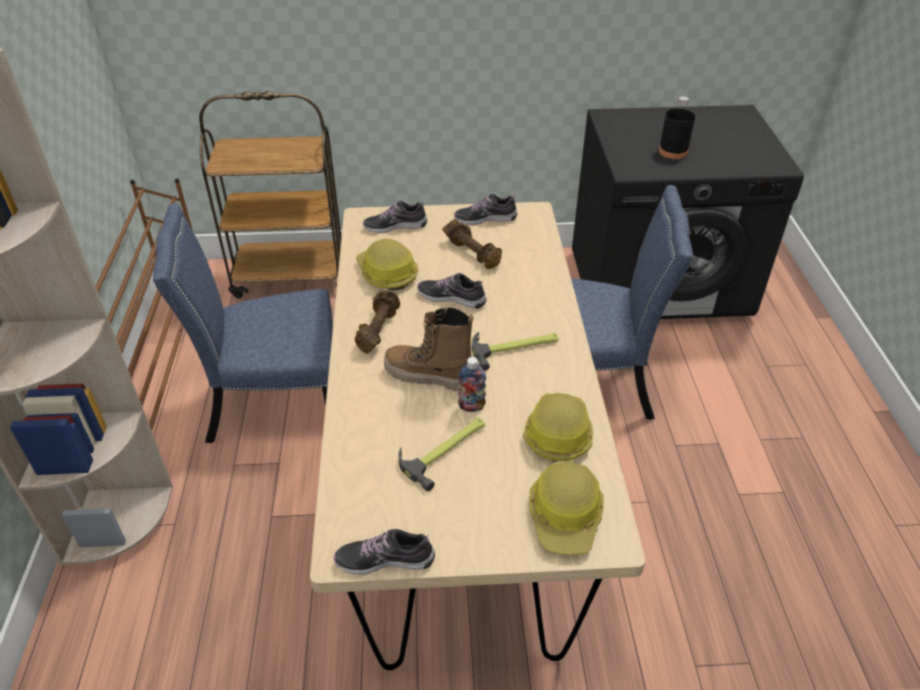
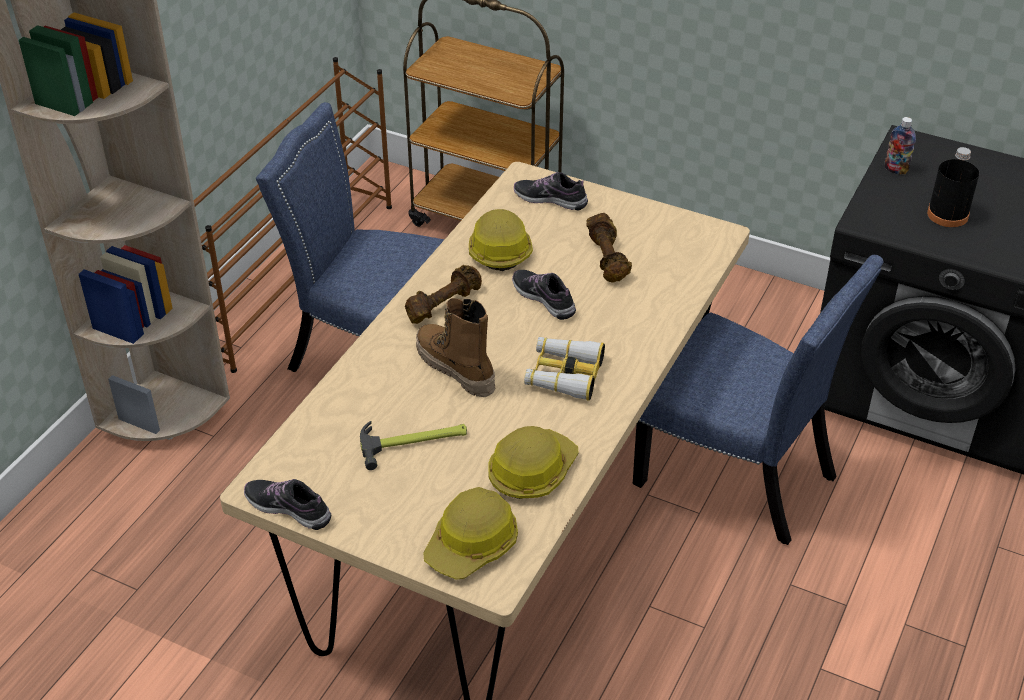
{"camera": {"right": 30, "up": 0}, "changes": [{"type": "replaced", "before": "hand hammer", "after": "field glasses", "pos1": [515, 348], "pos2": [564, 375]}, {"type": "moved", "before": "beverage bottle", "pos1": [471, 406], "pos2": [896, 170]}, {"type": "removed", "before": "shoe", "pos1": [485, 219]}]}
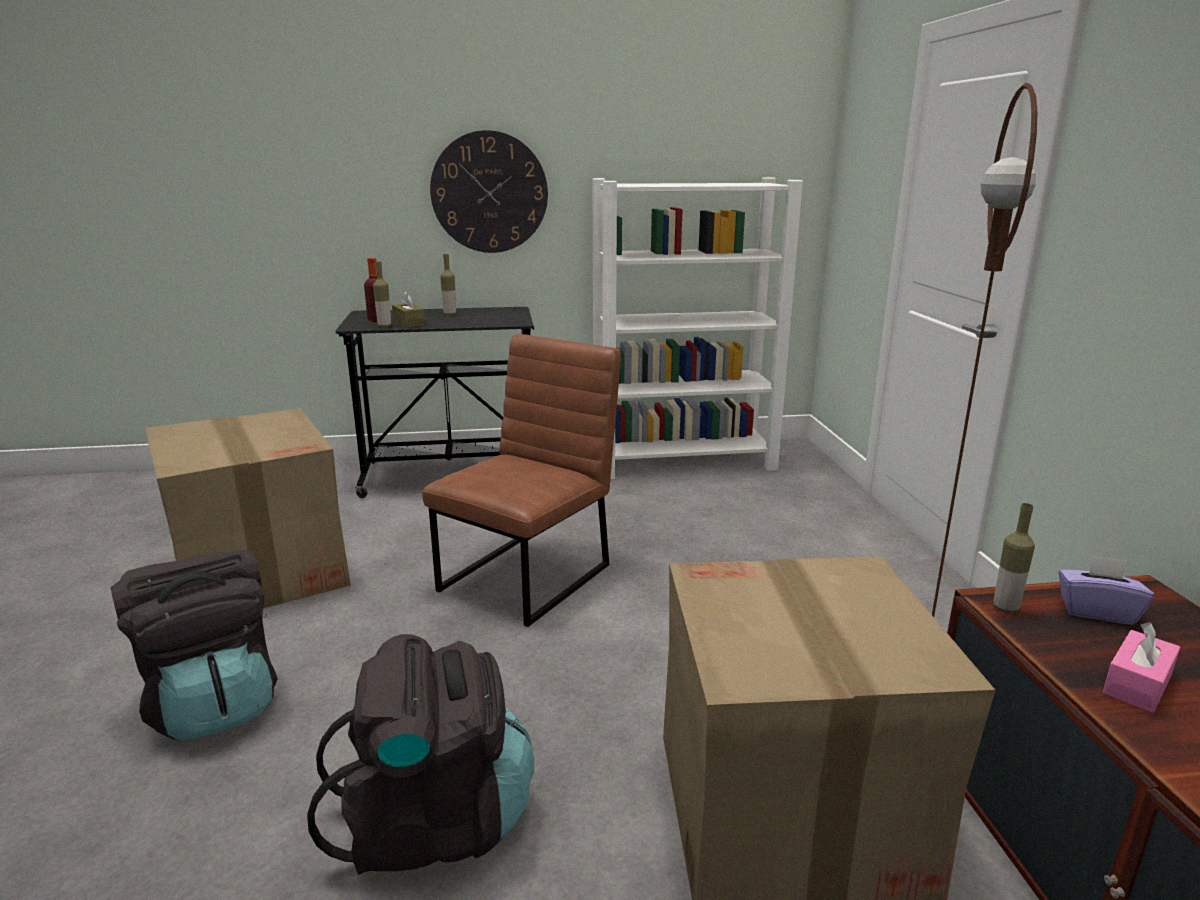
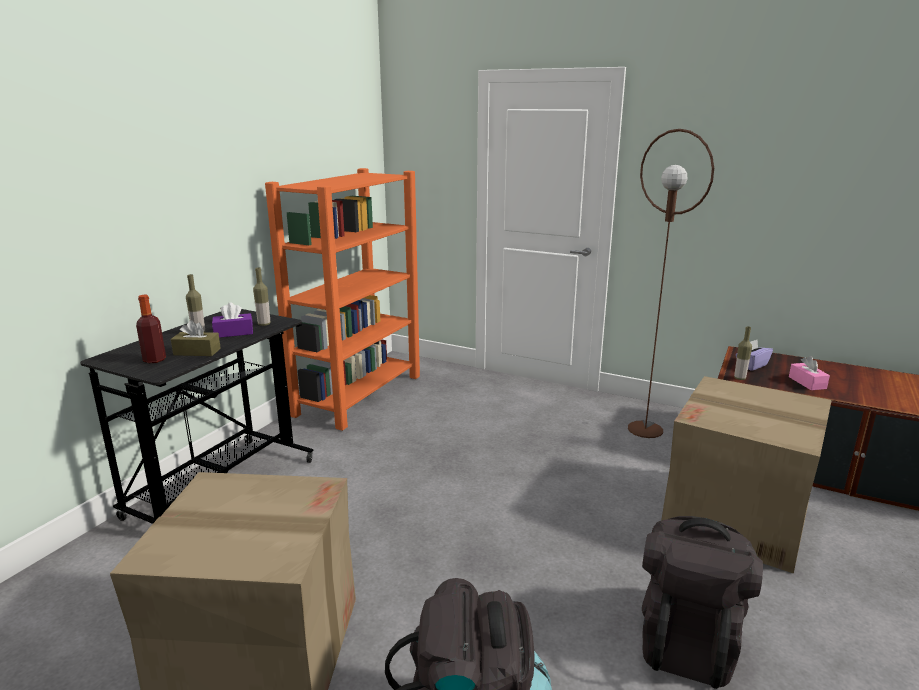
{"camera": {"right": -55, "up": 0}, "changes": [{"type": "added", "after": "purple tissue box", "pos2": [233, 333]}, {"type": "moved", "before": "beverage bottle", "pos1": [384, 326], "pos2": [264, 324]}, {"type": "recoloured", "before": "white bookcase", "after": "orange bookcase", "pos1": [683, 460], "pos2": [358, 395]}, {"type": "removed", "before": "brownish upright chair", "pos1": [529, 575]}, {"type": "removed", "before": "hanging clock", "pos1": [489, 192]}]}
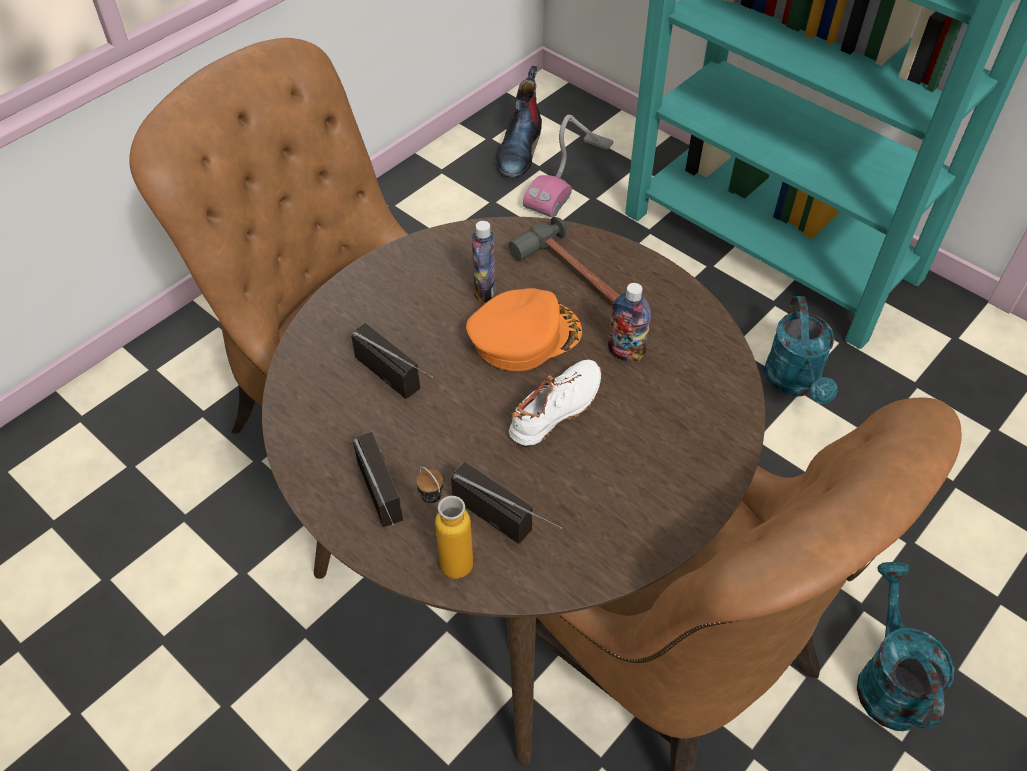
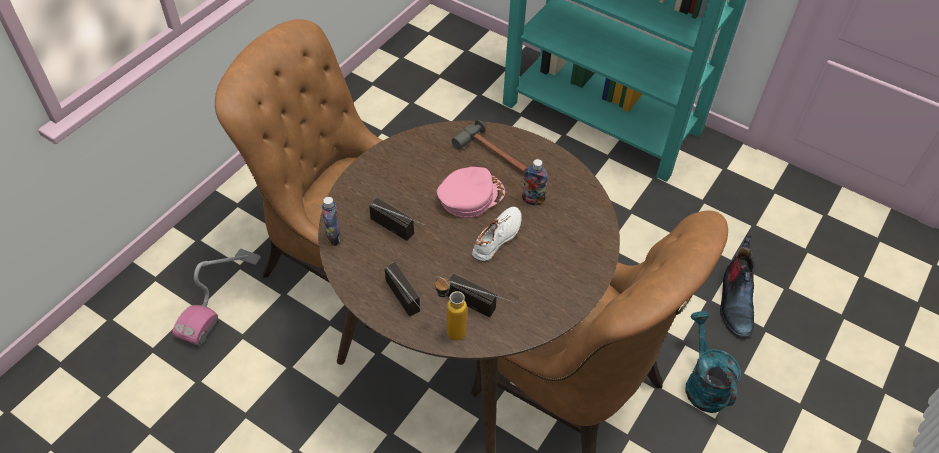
{"camera": {"right": -10, "up": 0}, "changes": [{"type": "moved", "before": "vacuum", "pos1": [570, 176], "pos2": [220, 297]}, {"type": "moved", "before": "beverage bottle", "pos1": [484, 290], "pos2": [334, 237]}, {"type": "recoloured", "before": "orange peaked cap", "after": "pinkish peaked cap", "pos1": [524, 335], "pos2": [470, 195]}, {"type": "moved", "before": "tall boot", "pos1": [519, 149], "pos2": [735, 302]}, {"type": "removed", "before": "turquoise-coloured watering pot", "pos1": [795, 383]}]}
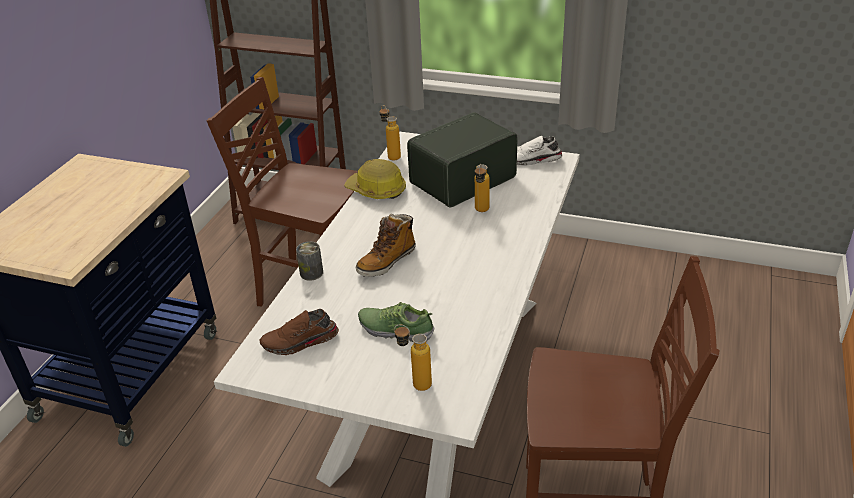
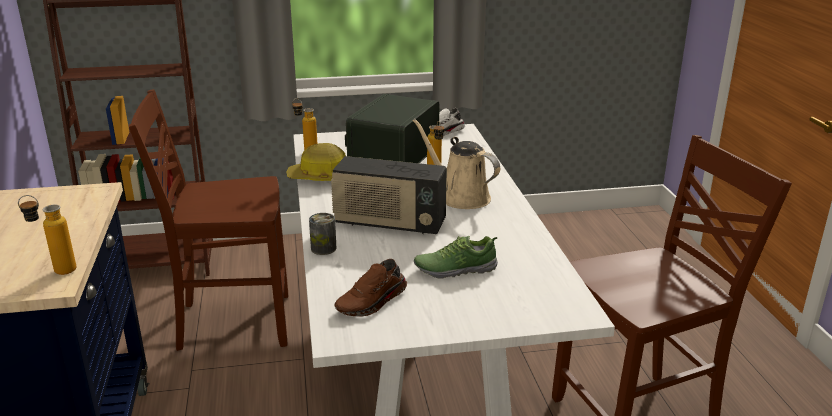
{"camera": {"right": -30, "up": -10}, "changes": [{"type": "moved", "before": "beverage bottle", "pos1": [414, 383], "pos2": [56, 271]}, {"type": "replaced", "before": "tall boot", "after": "radio set", "pos1": [387, 261], "pos2": [389, 224]}, {"type": "added", "after": "beige watering pot", "pos2": [460, 196]}]}
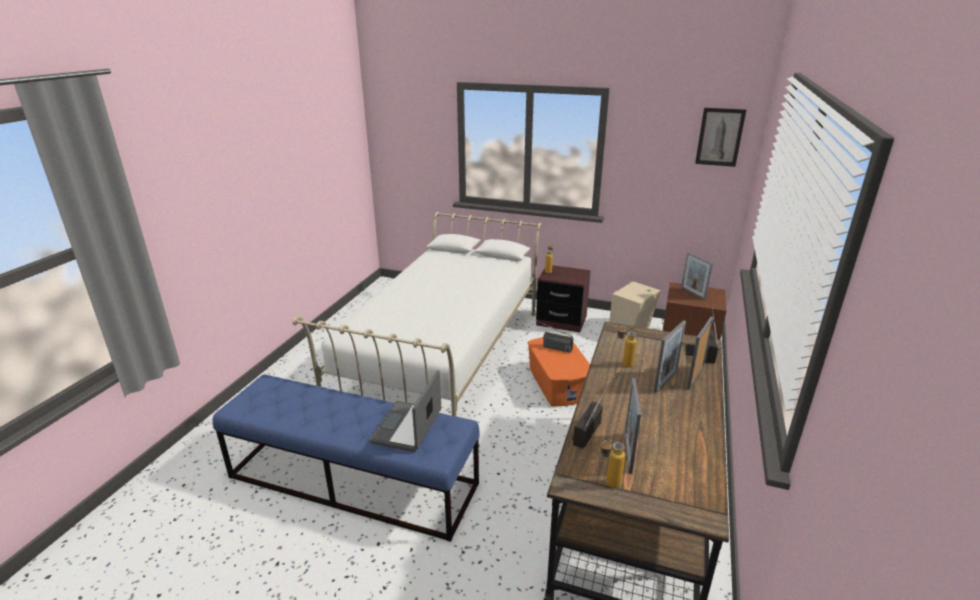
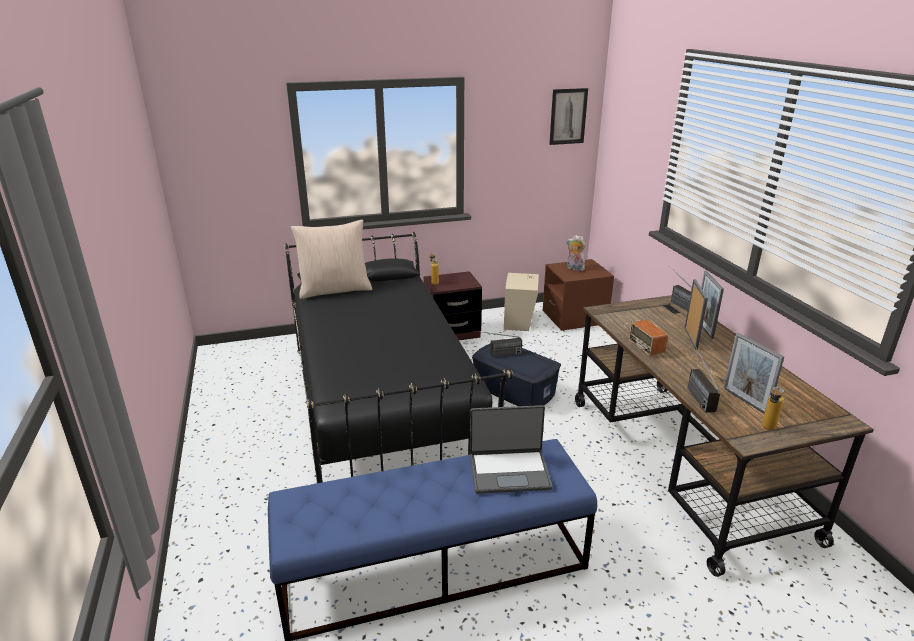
{"camera": {"right": -35, "up": 0}, "changes": [{"type": "recoloured", "before": "white sleeping bed", "after": "blackish sleeping bed", "pos1": [443, 360], "pos2": [382, 409]}, {"type": "added", "after": "beige throw pillow", "pos2": [335, 290]}, {"type": "turned", "before": "portable computer", "pos1": [408, 427], "pos2": [509, 471], "turn": -75}, {"type": "recoloured", "before": "orange storage box", "after": "blue storage box", "pos1": [558, 383], "pos2": [514, 390]}, {"type": "replaced", "before": "photo frame", "after": "plush toy", "pos1": [693, 293], "pos2": [574, 268]}, {"type": "replaced", "before": "beverage bottle", "after": "radio set", "pos1": [623, 364], "pos2": [645, 336]}]}
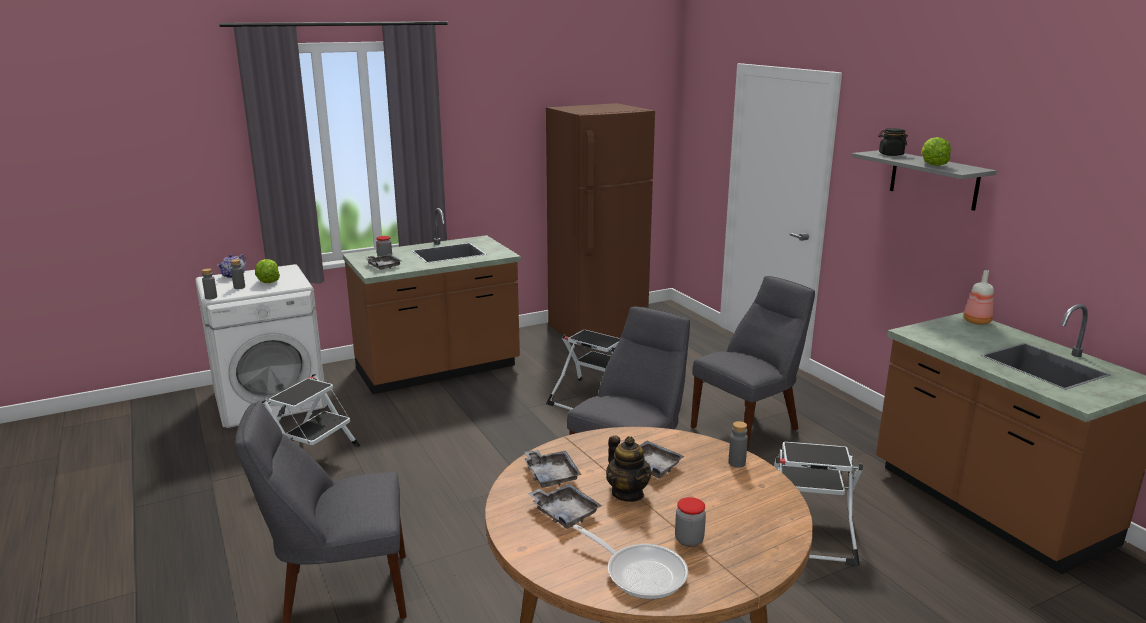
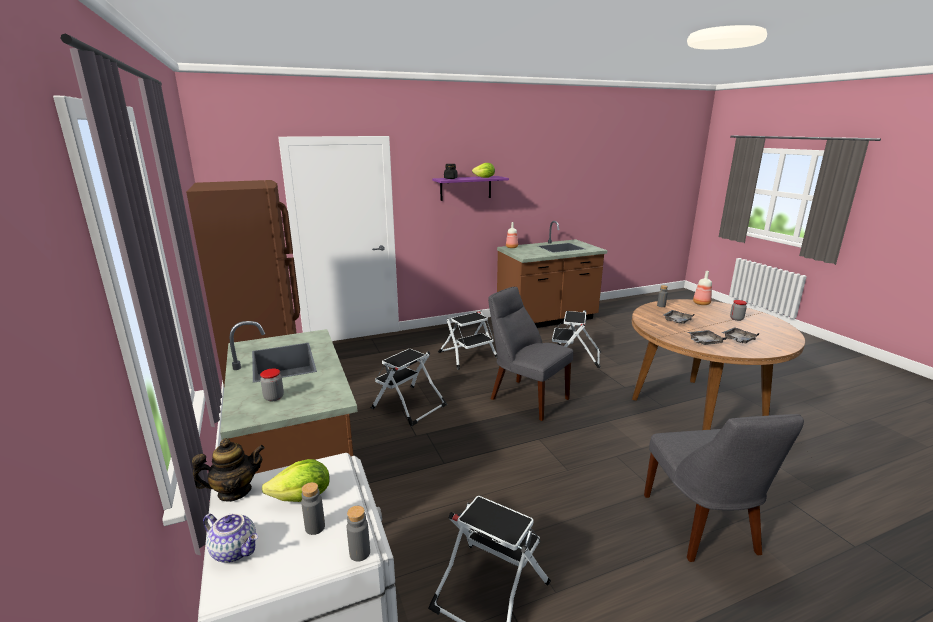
{"camera": {"right": -85, "up": 0}, "changes": [{"type": "moved", "before": "pot for tea", "pos1": [628, 493], "pos2": [234, 491]}, {"type": "recoloured", "before": "grey bracket shelf", "after": "purple bracket shelf", "pos1": [933, 179], "pos2": [465, 188]}, {"type": "replaced", "before": "grey upright chair", "after": "stepladder", "pos1": [749, 427], "pos2": [467, 356]}, {"type": "added", "after": "beverage bottle", "pos2": [700, 303]}, {"type": "removed", "before": "grey serving tray", "pos1": [383, 266]}, {"type": "removed", "before": "frying pan", "pos1": [640, 572]}]}
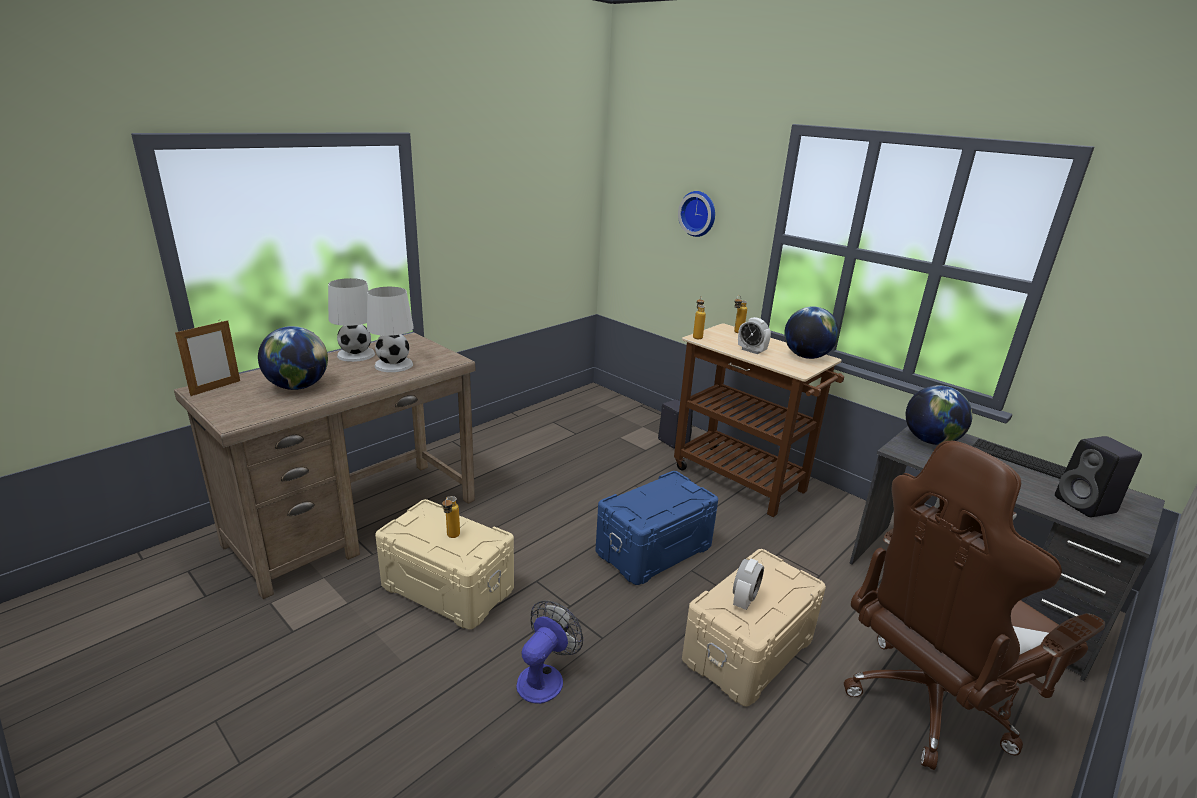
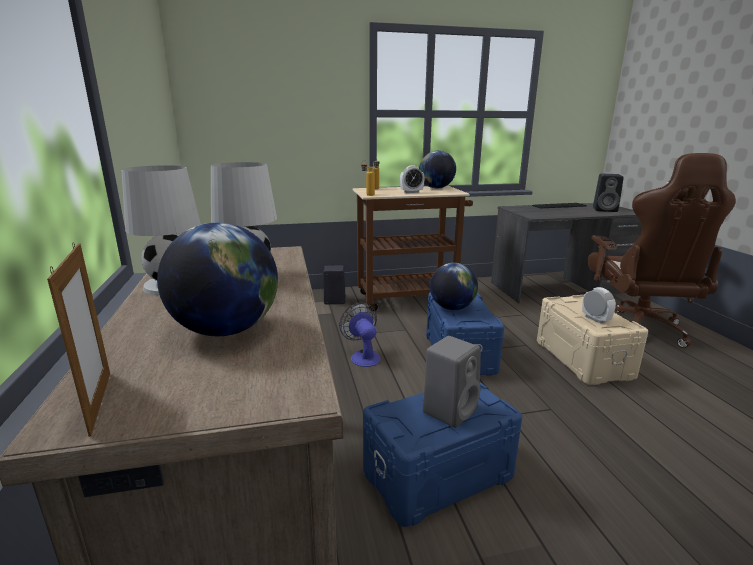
{"camera": {"right": -55, "up": -5}, "changes": [{"type": "moved", "before": "cooling fan", "pos1": [545, 677], "pos2": [363, 356]}, {"type": "recoloured", "before": "beige storage box", "after": "blue storage box", "pos1": [447, 588], "pos2": [438, 475]}, {"type": "replaced", "before": "beverage bottle", "after": "grey audio speaker", "pos1": [451, 538], "pos2": [450, 410]}, {"type": "moved", "before": "world globe", "pos1": [930, 441], "pos2": [452, 308]}, {"type": "removed", "before": "hanging clock", "pos1": [698, 213]}]}
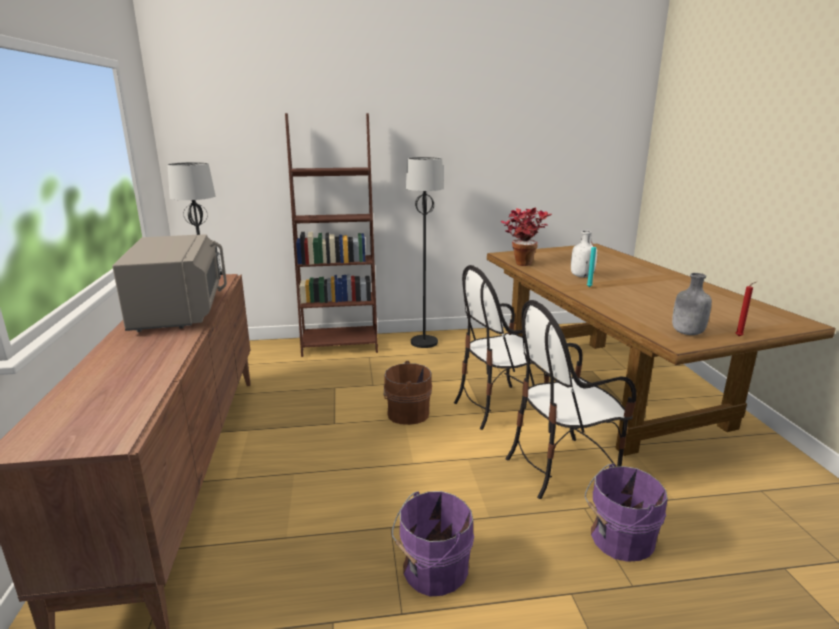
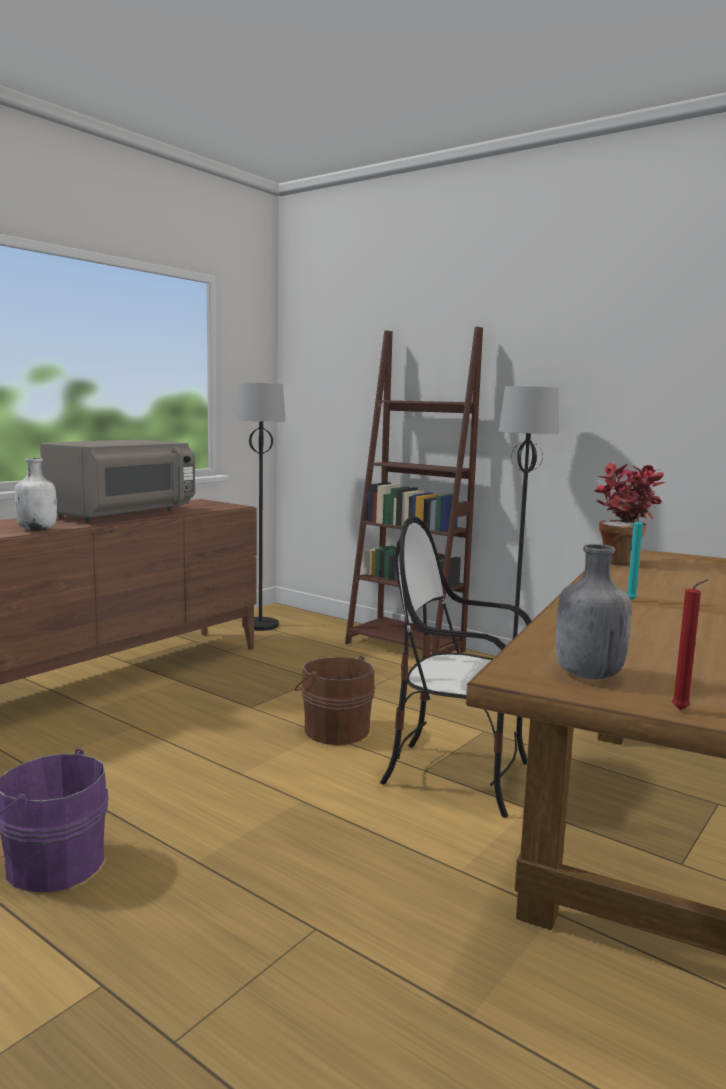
{"camera": {"right": 45, "up": -10}, "changes": [{"type": "moved", "before": "white beverage bottle", "pos1": [581, 276], "pos2": [37, 530]}, {"type": "removed", "before": "upright chair", "pos1": [562, 468]}, {"type": "removed", "before": "purple pail", "pos1": [618, 539]}]}
